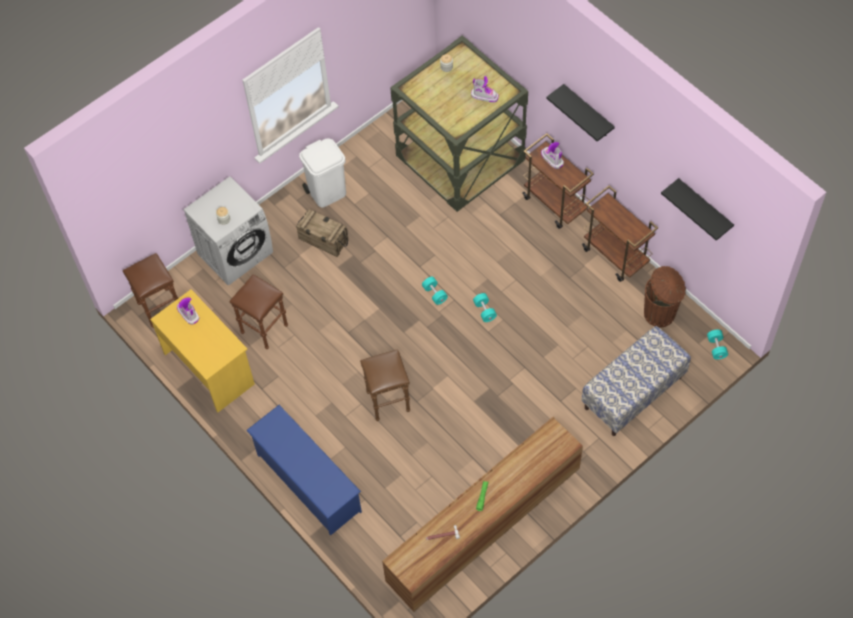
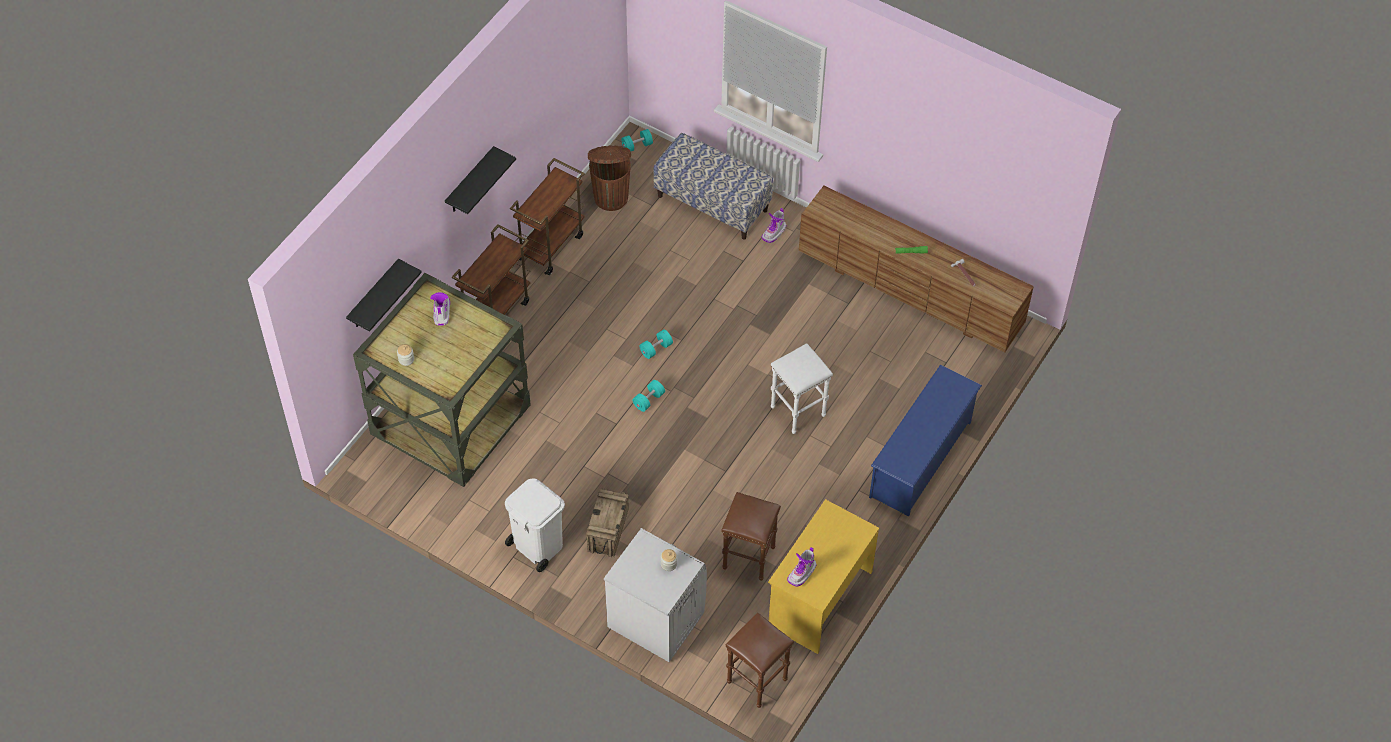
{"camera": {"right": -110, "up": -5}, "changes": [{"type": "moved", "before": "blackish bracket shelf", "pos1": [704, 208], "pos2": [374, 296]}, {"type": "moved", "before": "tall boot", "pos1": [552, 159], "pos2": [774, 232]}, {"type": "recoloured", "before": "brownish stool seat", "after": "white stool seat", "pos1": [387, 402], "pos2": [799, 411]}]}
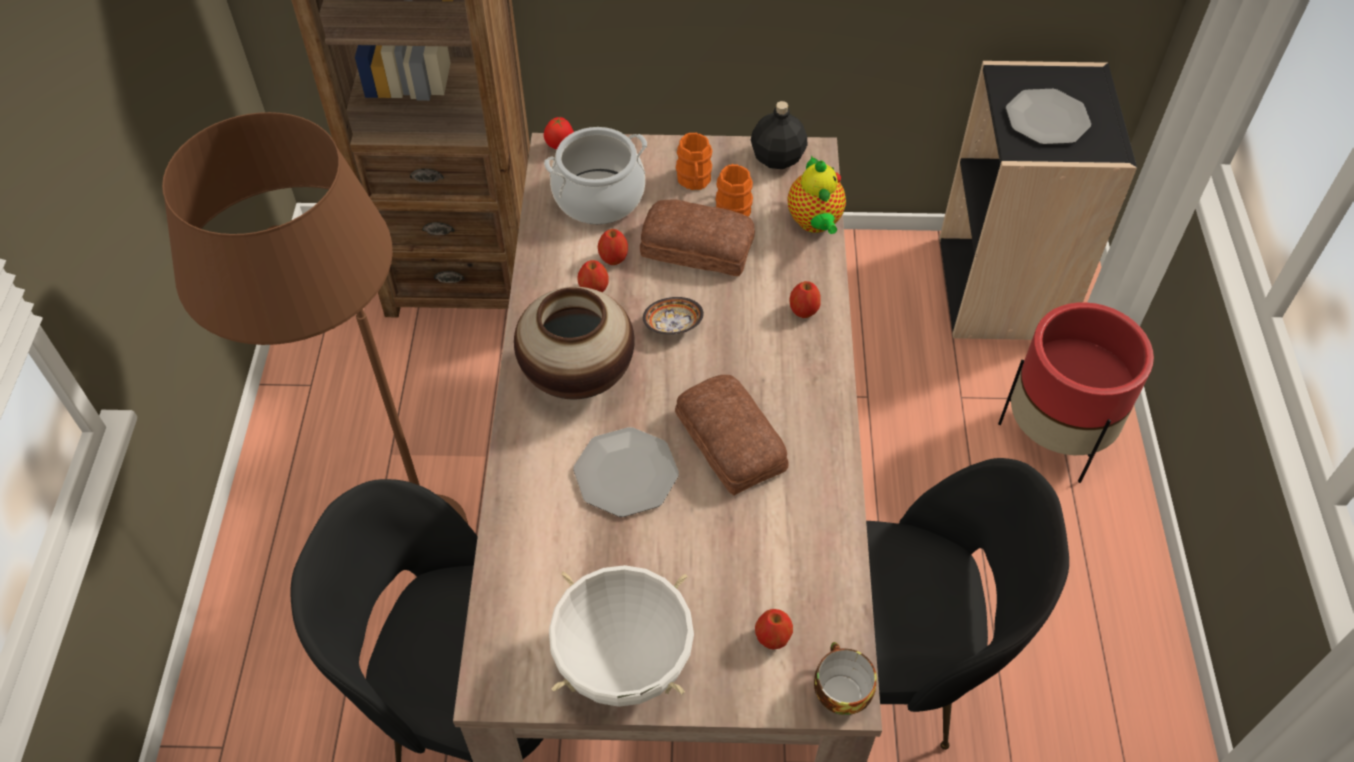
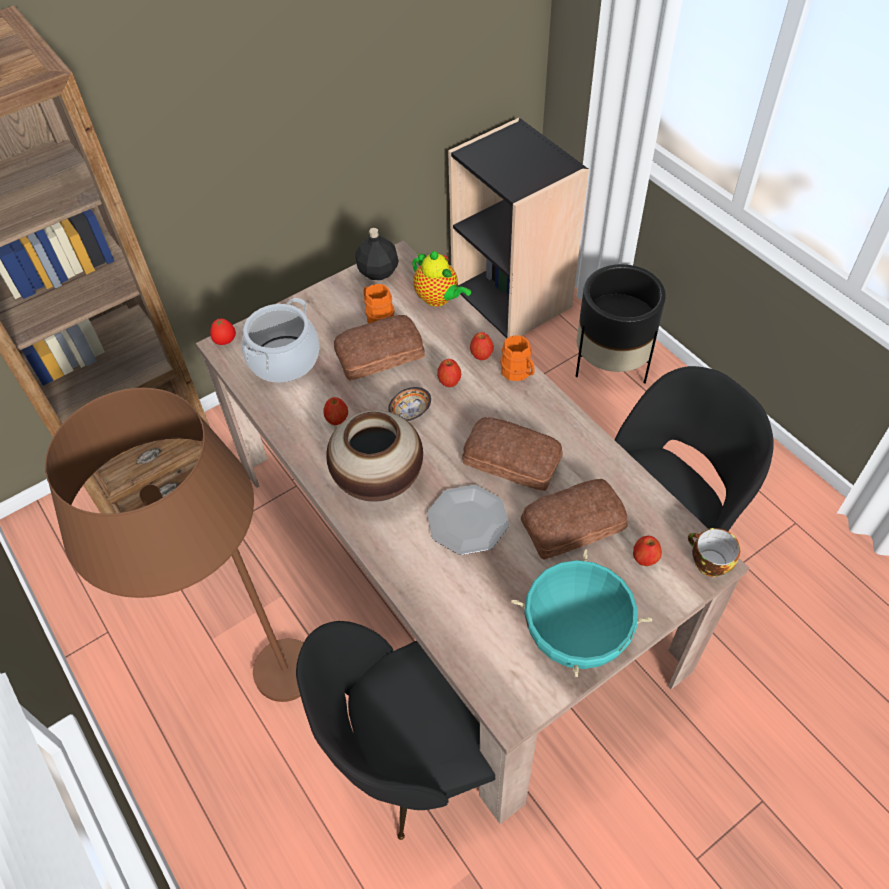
{"camera": {"right": -35, "up": 0}, "changes": [{"type": "moved", "before": "whole apple", "pos1": [613, 258], "pos2": [449, 381]}, {"type": "moved", "before": "orange tea mug", "pos1": [694, 181], "pos2": [518, 373]}, {"type": "recoloured", "before": "white saucepot", "after": "turquoise-coloured saucepot", "pos1": [624, 663], "pos2": [576, 635]}, {"type": "added", "after": "bakery bread", "pos2": [571, 524]}, {"type": "recoloured", "before": "red-coloured plant pot", "after": "blackish plant pot", "pos1": [1055, 436], "pos2": [611, 365]}, {"type": "removed", "before": "flat dish", "pos1": [1047, 119]}]}
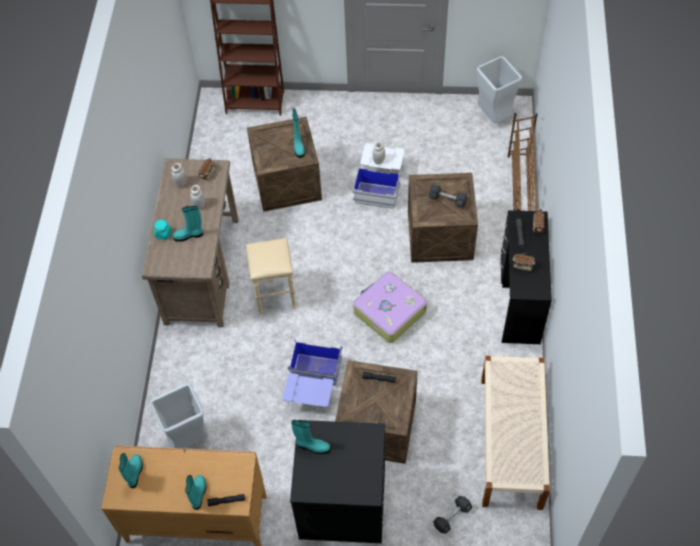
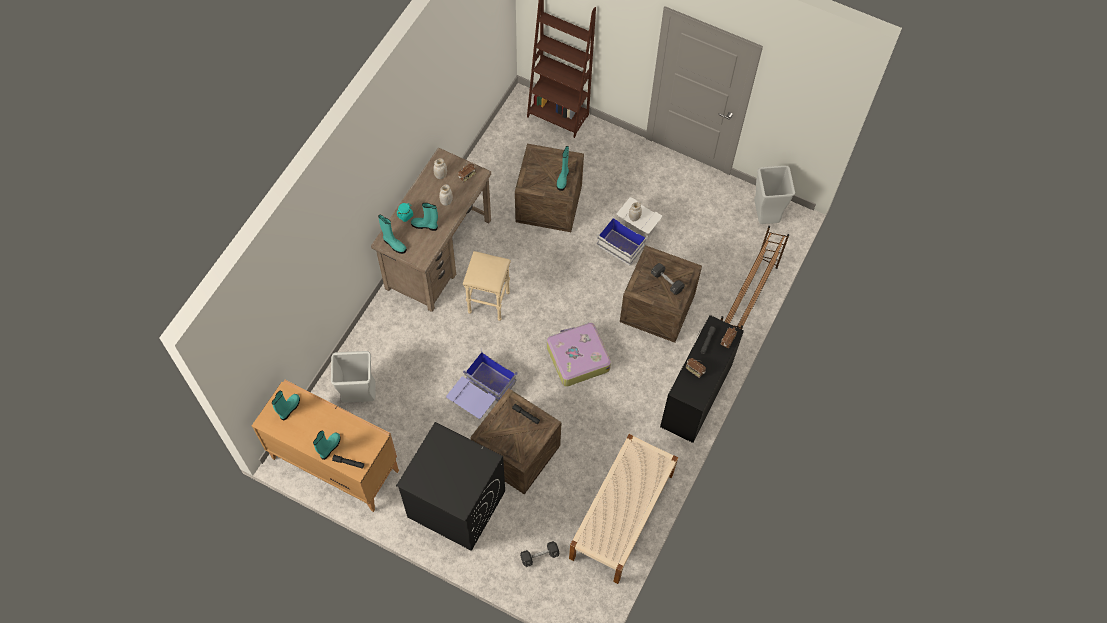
{"camera": {"right": 20, "up": 5}, "changes": [{"type": "moved", "before": "turquoise-coloured tall boot", "pos1": [312, 446], "pos2": [394, 244]}]}
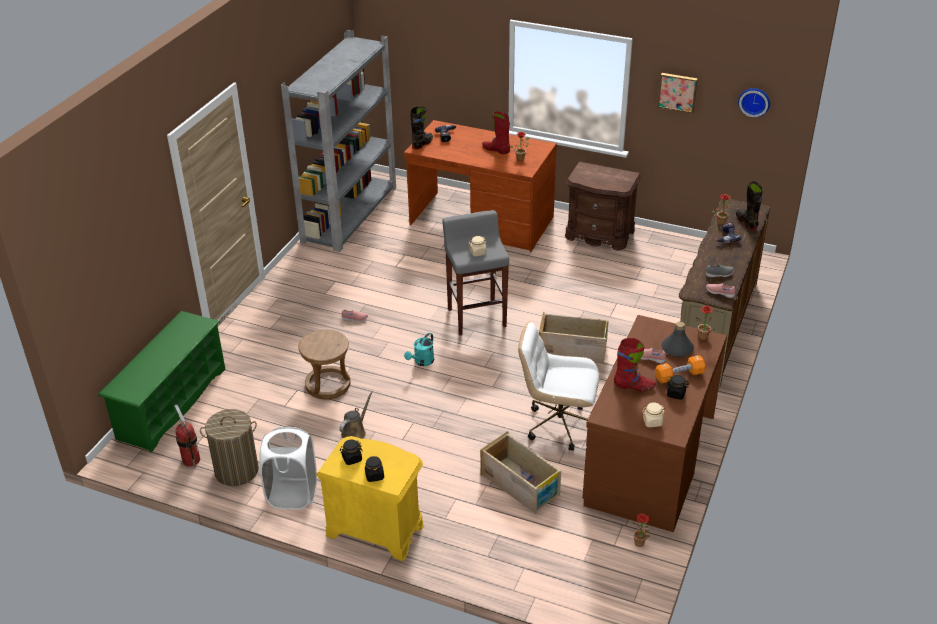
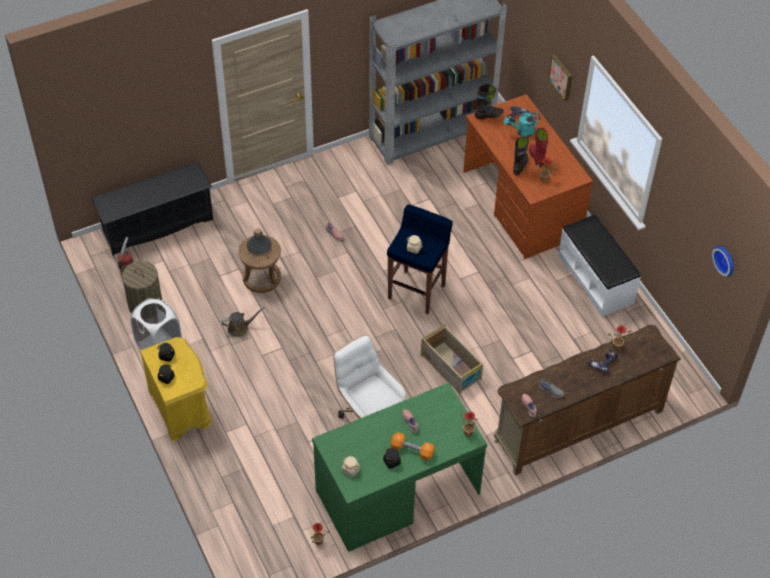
{"camera": {"right": 40, "up": 15}, "changes": [{"type": "recoloured", "before": "green-coloured shoe rack", "after": "blackish shoe rack", "pos1": [171, 403], "pos2": [157, 225]}, {"type": "moved", "before": "grey beverage bottle", "pos1": [677, 349], "pos2": [259, 246]}, {"type": "recoloured", "before": "brownish desk table", "after": "green-coloured desk table", "pos1": [649, 460], "pos2": [396, 491]}, {"type": "recoloured", "before": "grey stool seat", "after": "blue stool seat", "pos1": [476, 317], "pos2": [417, 291]}, {"type": "moved", "before": "turquoise-coloured watering pot", "pos1": [422, 362], "pos2": [522, 132]}, {"type": "moved", "before": "blackish tall boot", "pos1": [746, 222], "pos2": [520, 166]}, {"type": "moved", "before": "wall picture", "pos1": [677, 92], "pos2": [561, 77]}, {"type": "replaced", "before": "brownish night table", "after": "white long seat", "pos1": [599, 235], "pos2": [596, 279]}, {"type": "removed", "before": "crate", "pos1": [520, 485]}, {"type": "removed", "before": "red-coloured tall boot", "pos1": [634, 386]}]}
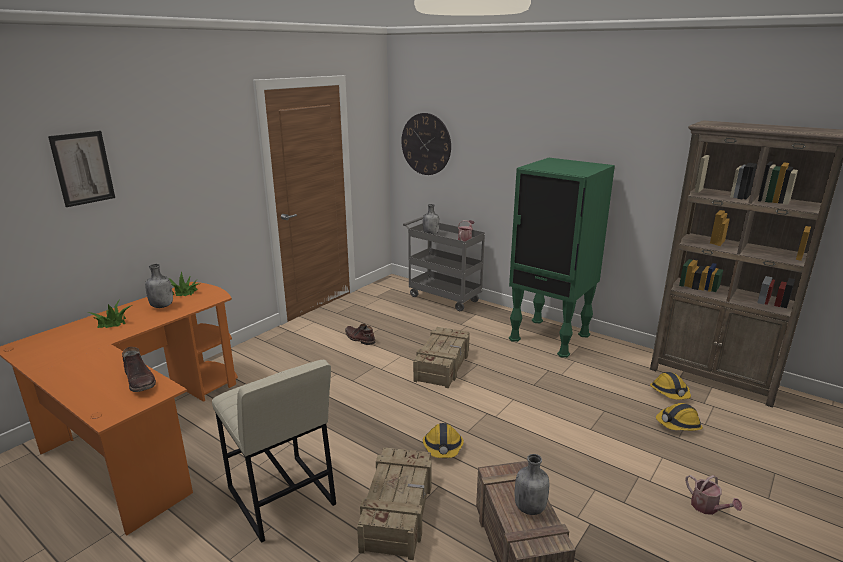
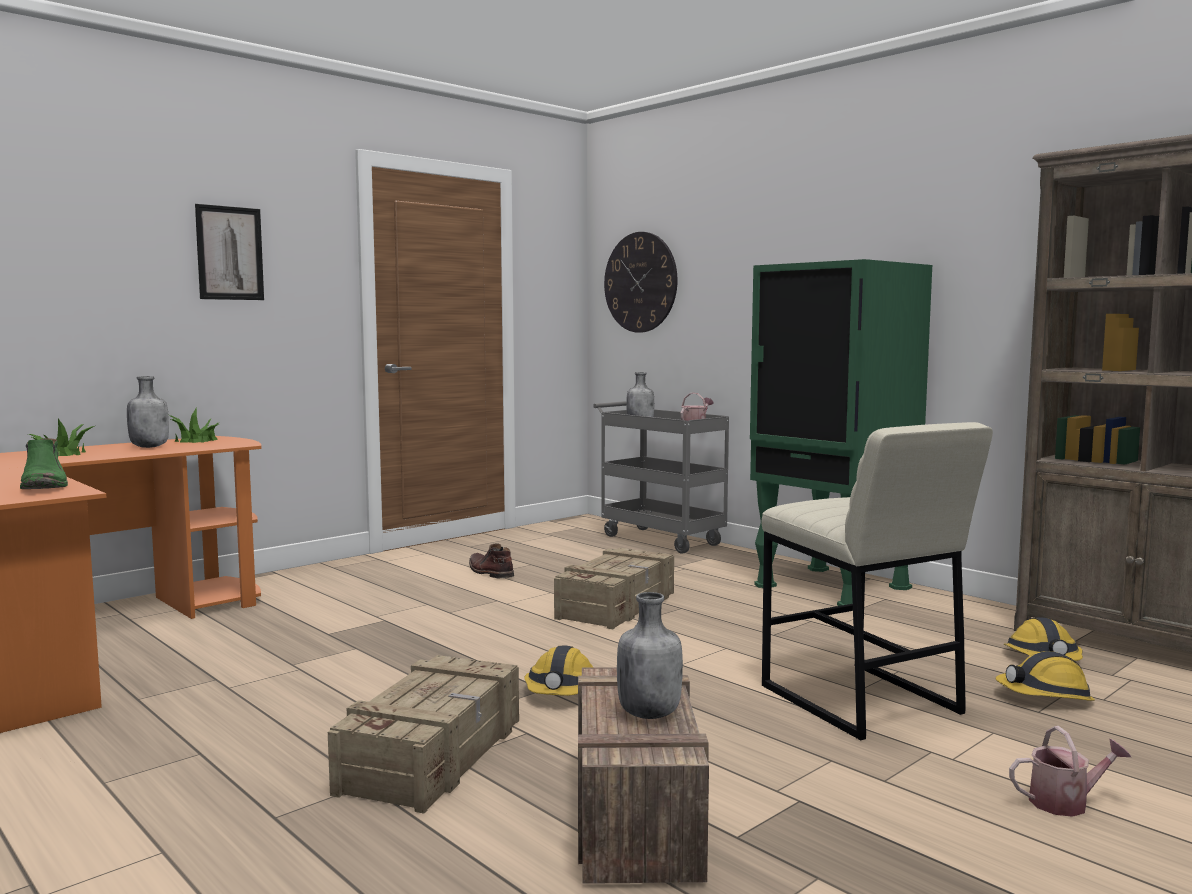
{"camera": {"right": 10, "up": -15}, "changes": [{"type": "recoloured", "before": "brownish tall boot", "after": "green-coloured tall boot", "pos1": [140, 381], "pos2": [45, 486]}, {"type": "moved", "before": "wall picture", "pos1": [83, 168], "pos2": [229, 253]}, {"type": "moved", "before": "beige upright chair", "pos1": [282, 498], "pos2": [863, 701]}, {"type": "turned", "before": "watering pot", "pos1": [708, 508], "pos2": [1065, 802], "turn": -75}]}
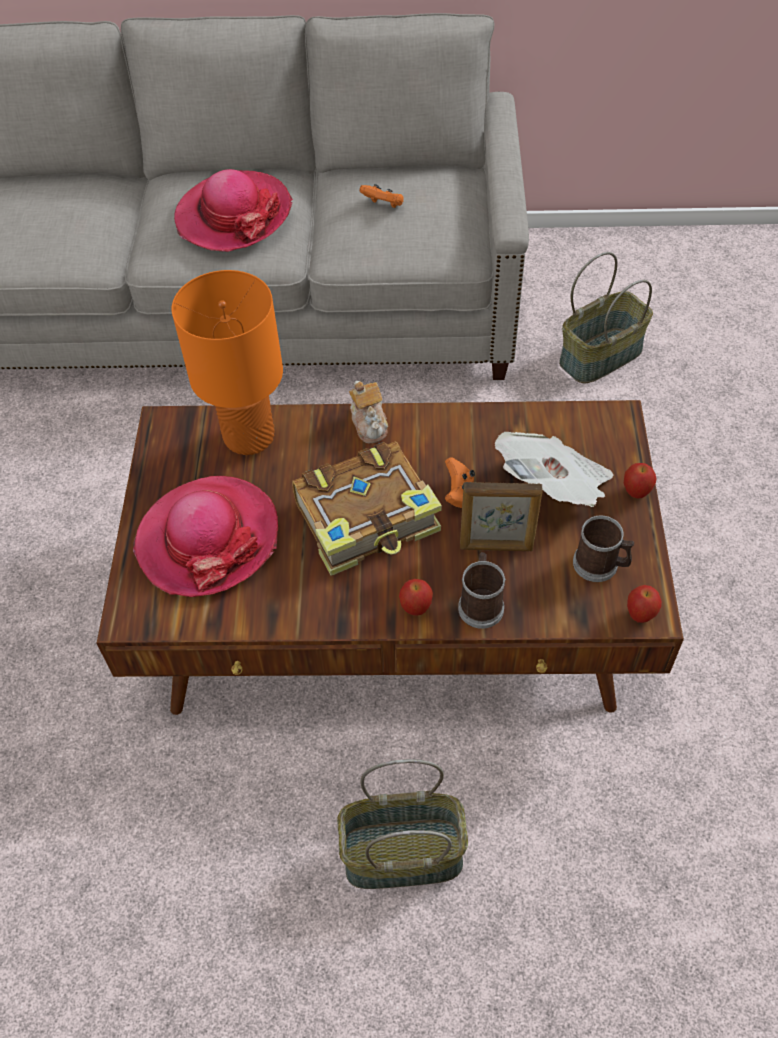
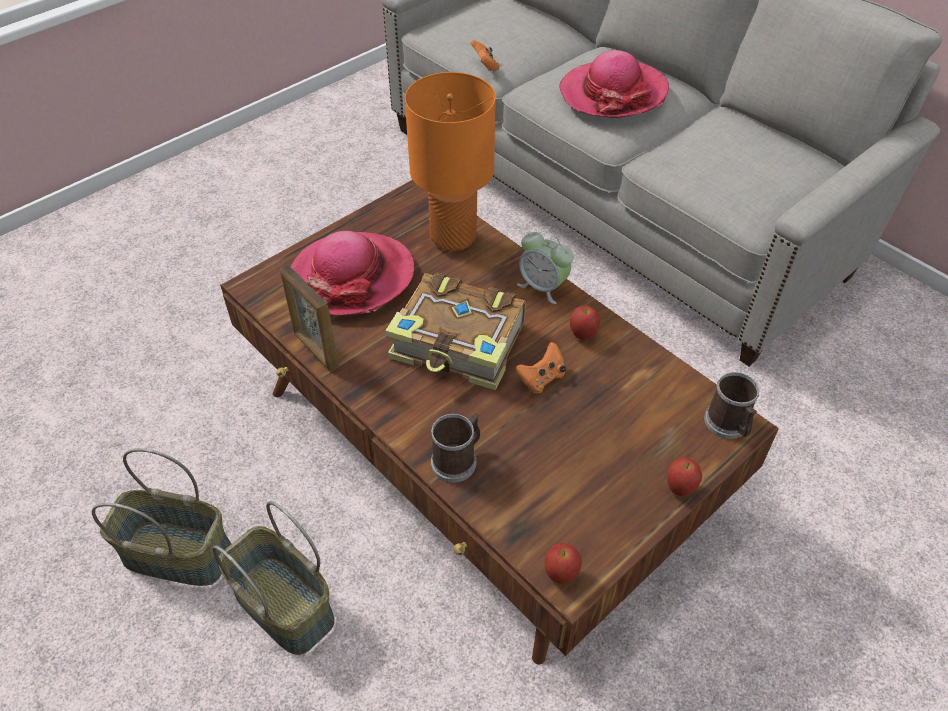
{"camera": {"right": 45, "up": -5}, "changes": [{"type": "moved", "before": "household basket", "pos1": [600, 355], "pos2": [179, 553]}, {"type": "moved", "before": "photo frame", "pos1": [496, 547], "pos2": [315, 350]}, {"type": "moved", "before": "orange joypad", "pos1": [383, 205], "pos2": [485, 66]}, {"type": "replaced", "before": "pot for tea", "after": "table clock", "pos1": [369, 423], "pos2": [543, 287]}, {"type": "moved", "before": "whole apple", "pos1": [415, 608], "pos2": [582, 335]}, {"type": "moved", "before": "tea mug", "pos1": [600, 565], "pos2": [729, 425]}, {"type": "removed", "before": "newspaper", "pos1": [554, 487]}]}
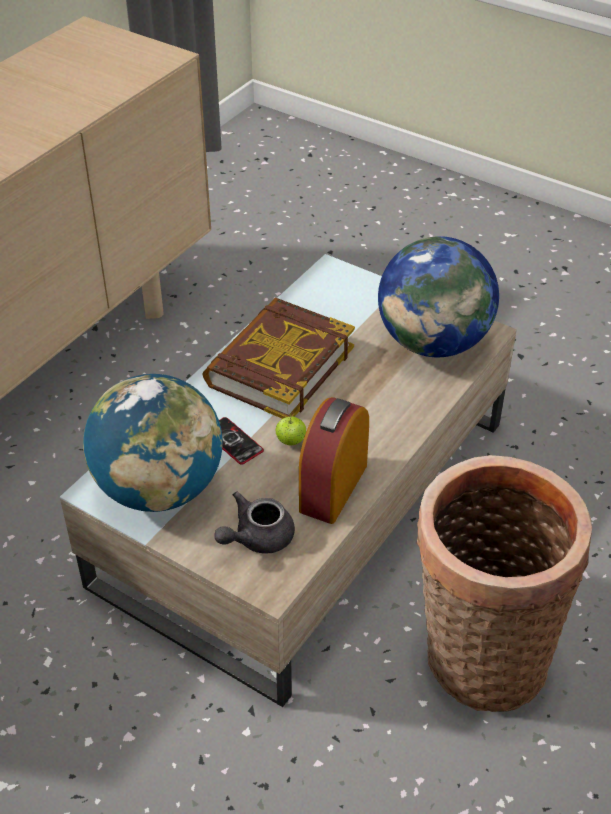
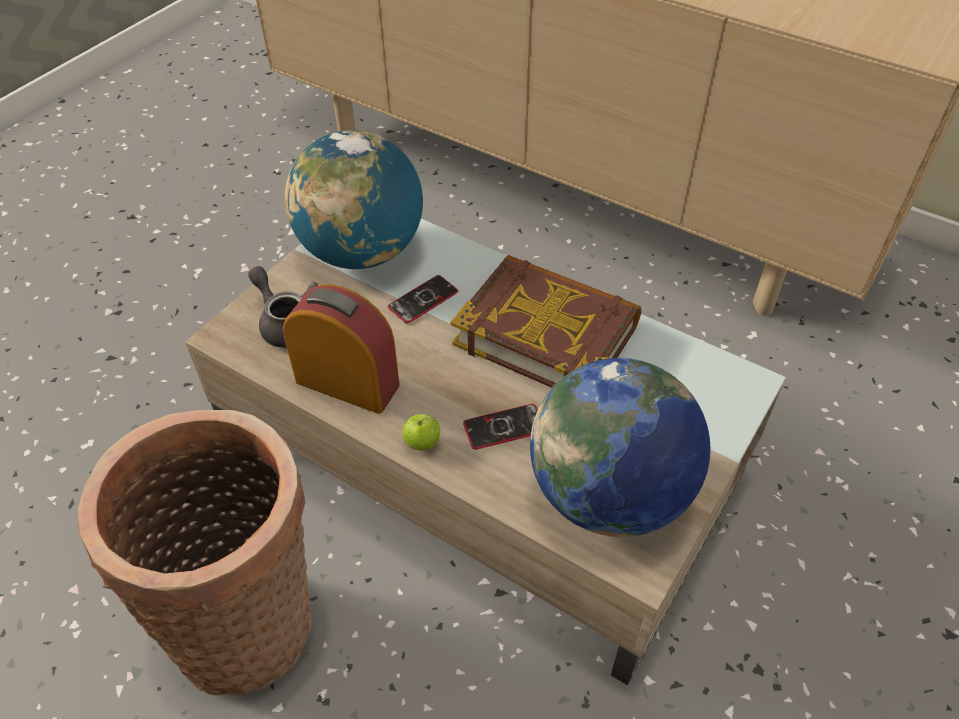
{"camera": {"right": 90, "up": 5}, "changes": [{"type": "moved", "before": "whole apple", "pos1": [291, 441], "pos2": [422, 443]}, {"type": "added", "after": "phone", "pos2": [504, 427]}]}
